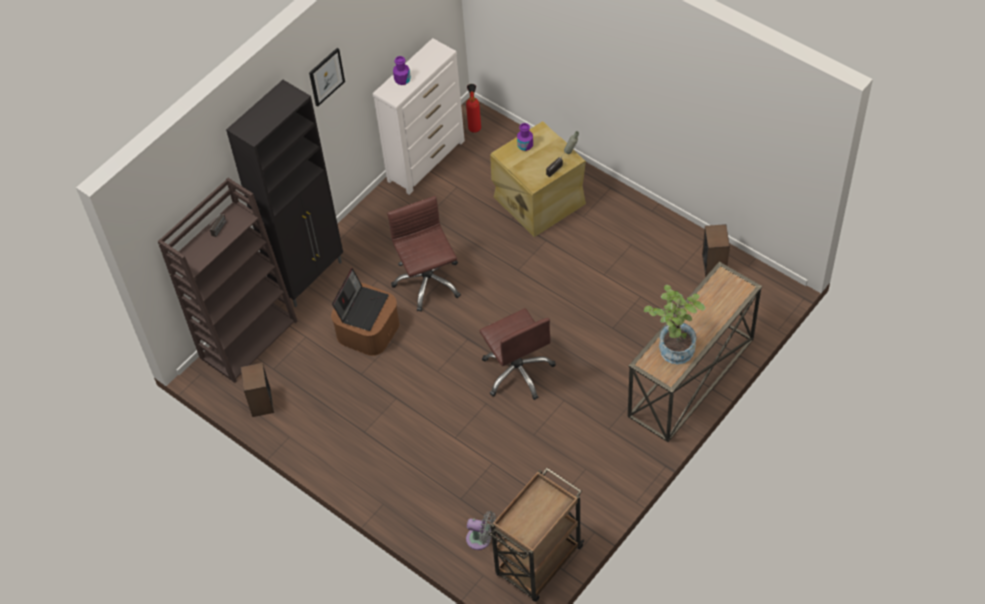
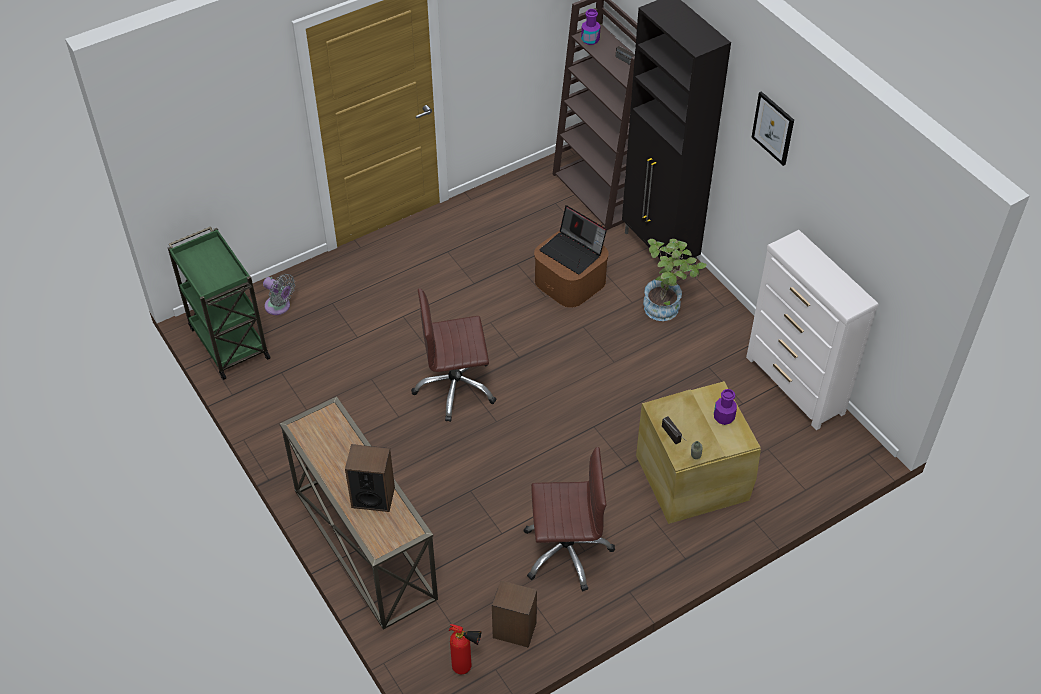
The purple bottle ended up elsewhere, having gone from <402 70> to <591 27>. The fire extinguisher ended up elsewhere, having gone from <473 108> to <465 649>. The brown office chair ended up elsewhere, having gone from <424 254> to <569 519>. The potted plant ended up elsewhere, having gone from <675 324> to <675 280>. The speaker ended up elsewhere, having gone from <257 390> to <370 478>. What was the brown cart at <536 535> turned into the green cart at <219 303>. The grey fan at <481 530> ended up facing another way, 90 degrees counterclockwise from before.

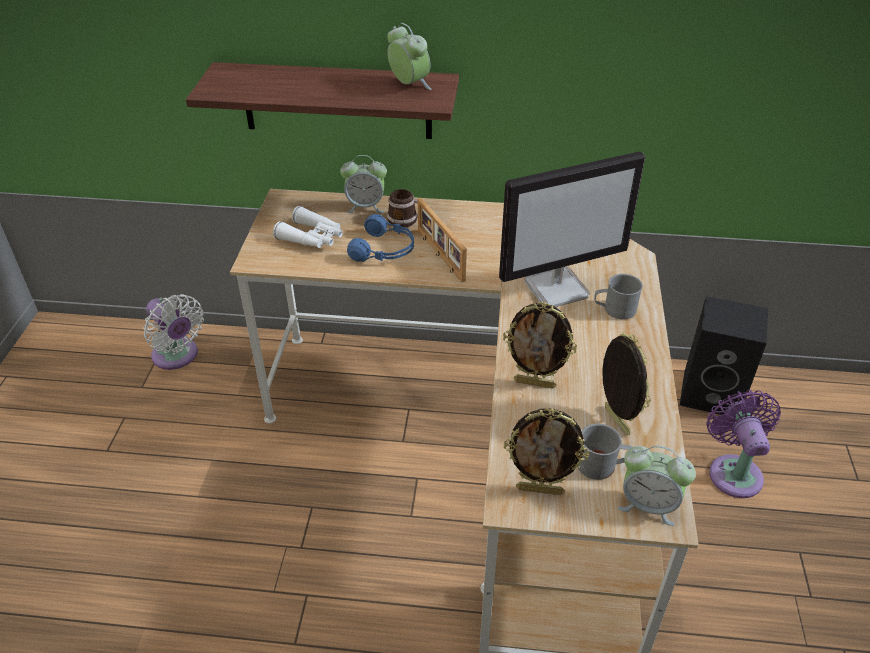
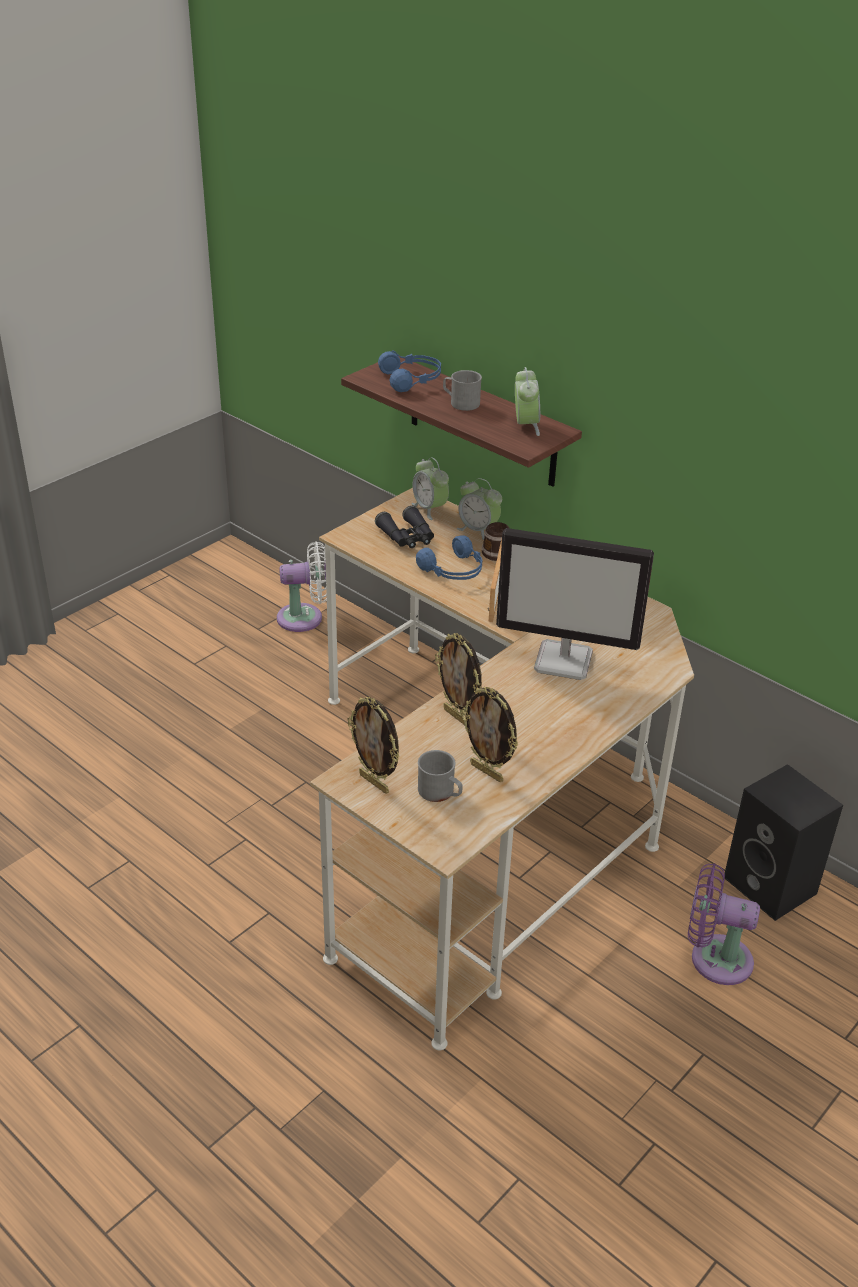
What was the white binoculars at <308 227> turned into the black binoculars at <404 527>. The grey mug ended up elsewhere, having gone from <618 296> to <462 390>. The white fan at <173 332> ended up facing another way, 90 degrees counterclockwise from before. The picture frame at <626 383> ended up facing another way, 120 degrees clockwise from before. The purple fan at <743 444> ended up facing another way, 105 degrees counterclockwise from before. The alarm clock ended up elsewhere, having gone from <656 486> to <430 488>. The second view gained the blue headphones at <409 371>.

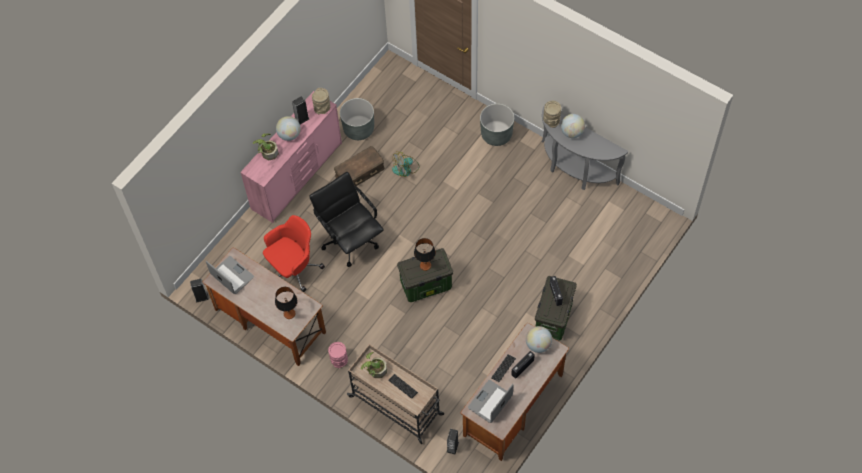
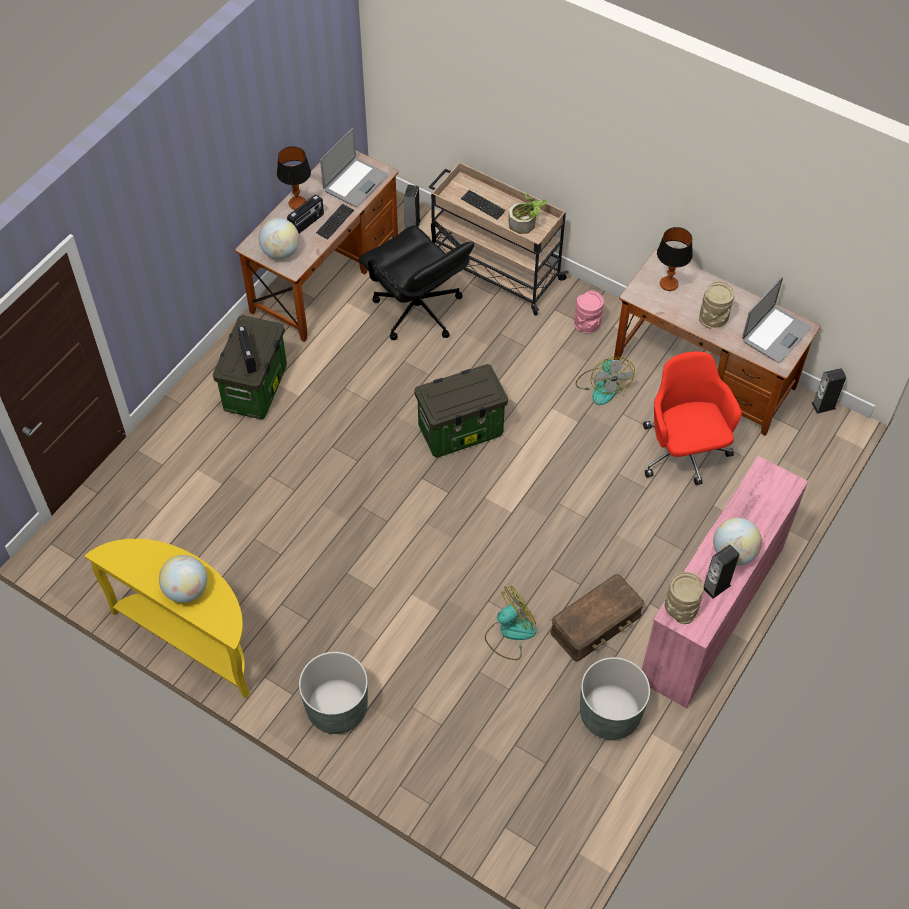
The beige vase ended up elsewhere, having gone from <552 114> to <717 305>. What was the grey console table at <585 147> turned into the yellow console table at <167 619>. The second view lost the potted plant at <266 147>. The black office chair ended up elsewhere, having gone from <346 219> to <416 280>. The red office chair at <294 253> ended up facing another way, 120 degrees clockwise from before. The table lamp ended up elsewhere, having gone from <425 254> to <294 178>. The laptop at <230 275> ended up facing another way, 90 degrees counterclockwise from before. The second view gained the fan at <605 381>.

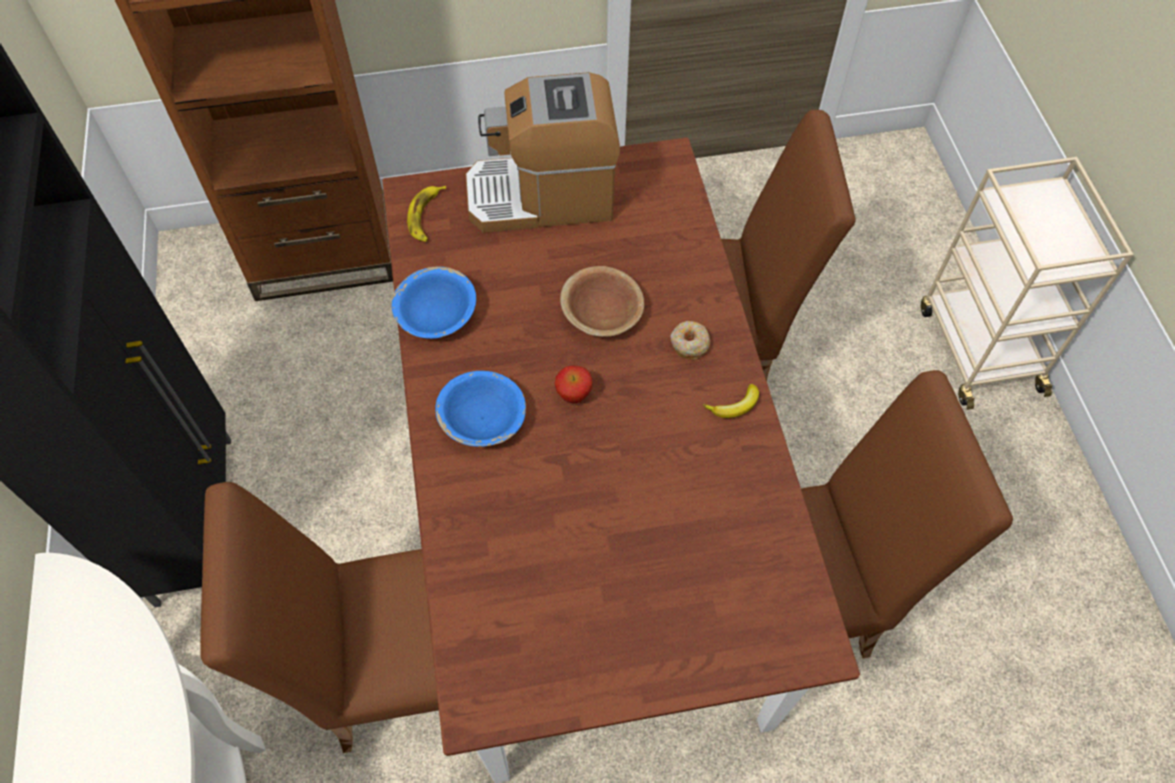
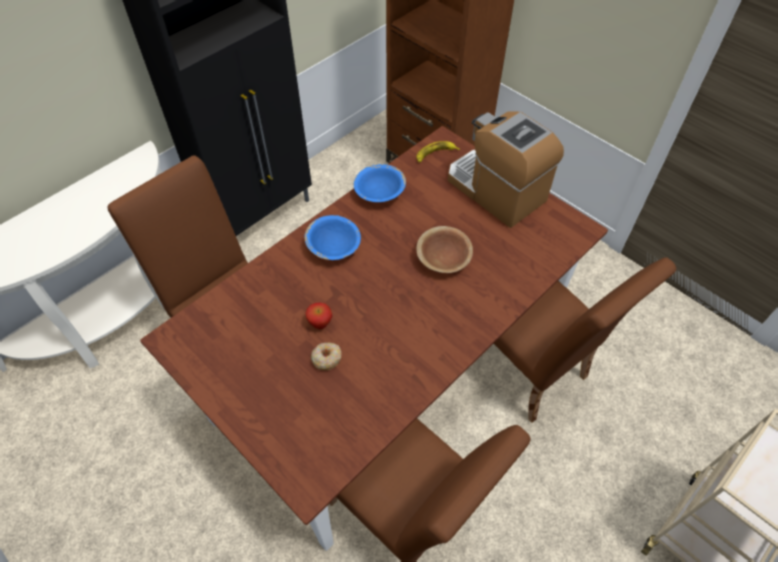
The donut ended up elsewhere, having gone from <691 340> to <326 356>. The apple ended up elsewhere, having gone from <574 384> to <319 316>. The second view lost the banana at <731 401>.

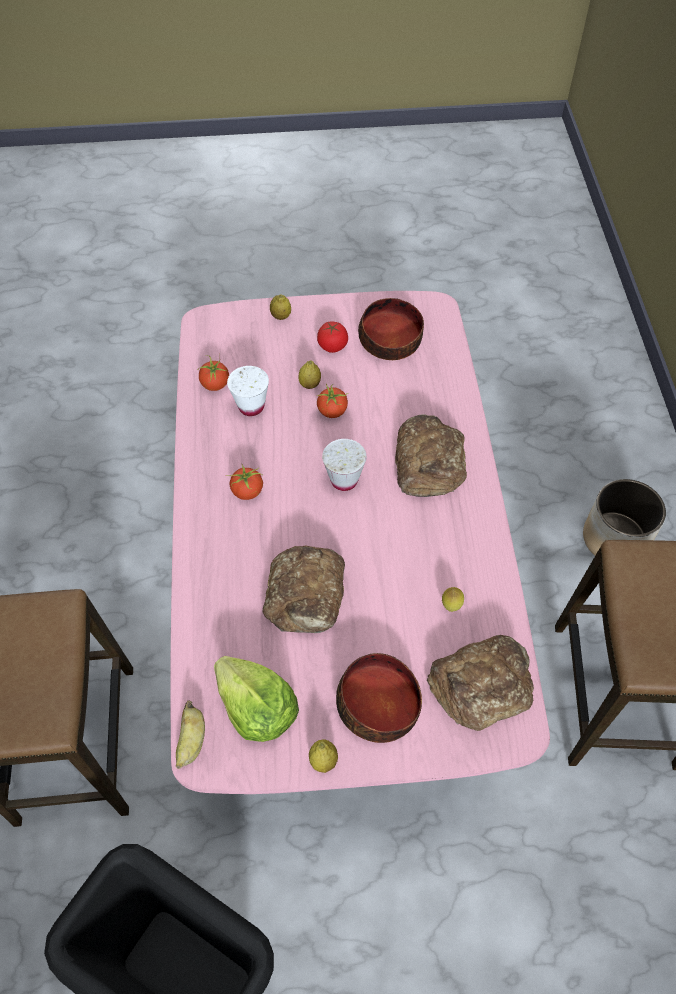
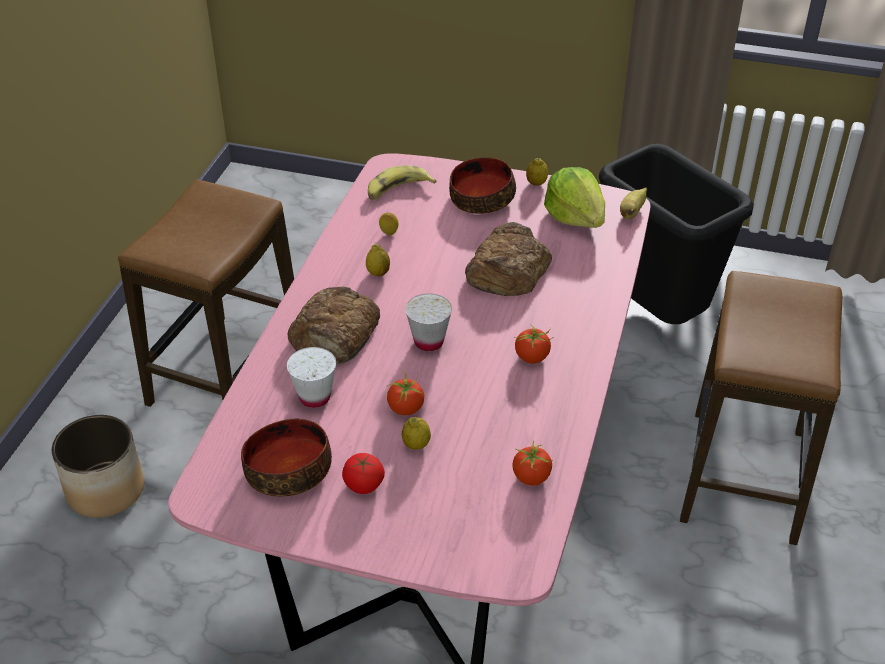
The lemon ended up elsewhere, having gone from <280 307> to <378 260>. The white cup ended up elsewhere, having gone from <248 391> to <311 377>. Where the bread stood at <480 683>, the banana came to stand at <402 182>.

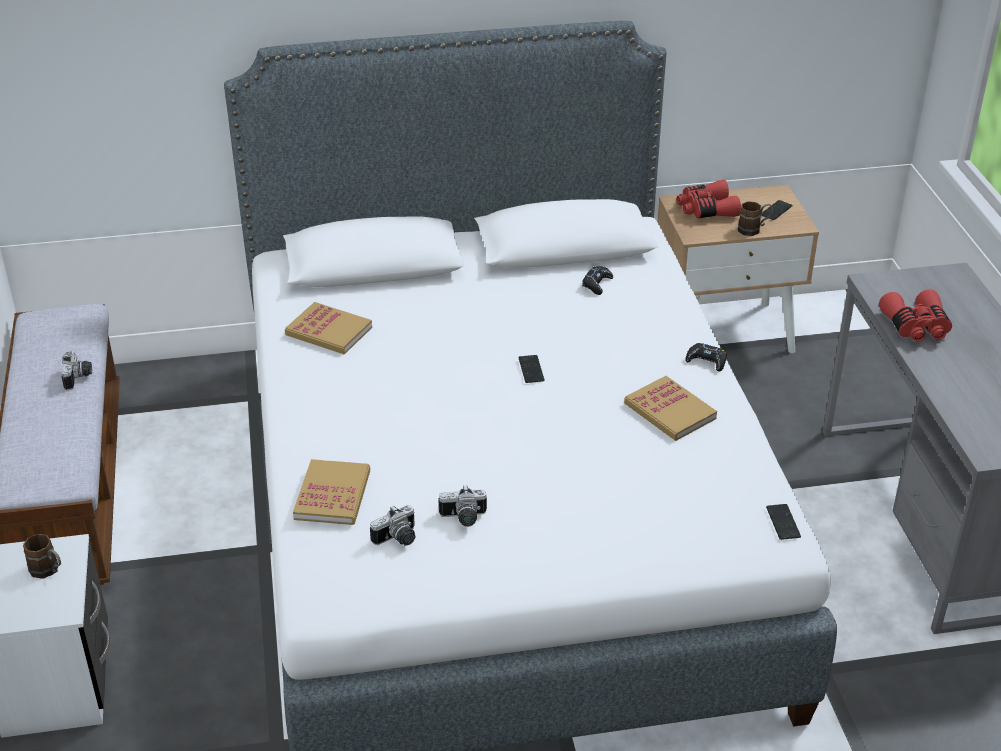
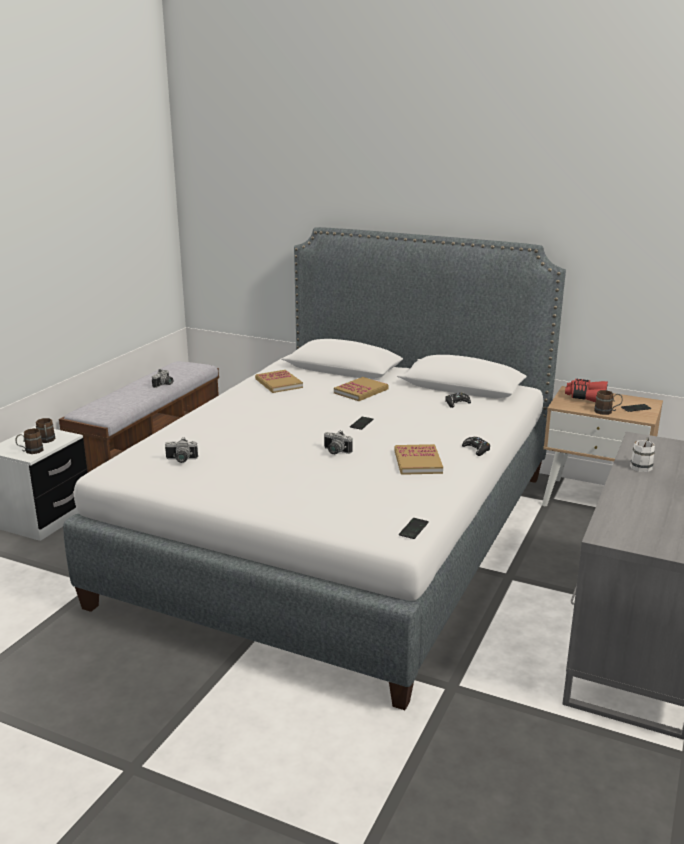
Where the red binoculars stood at <915 315>, the white mug came to stand at <642 454>. The book ended up elsewhere, having gone from <331 492> to <361 389>. The photo camera ended up elsewhere, having gone from <463 506> to <338 442>. The second view gained the brown mug at <29 441>.

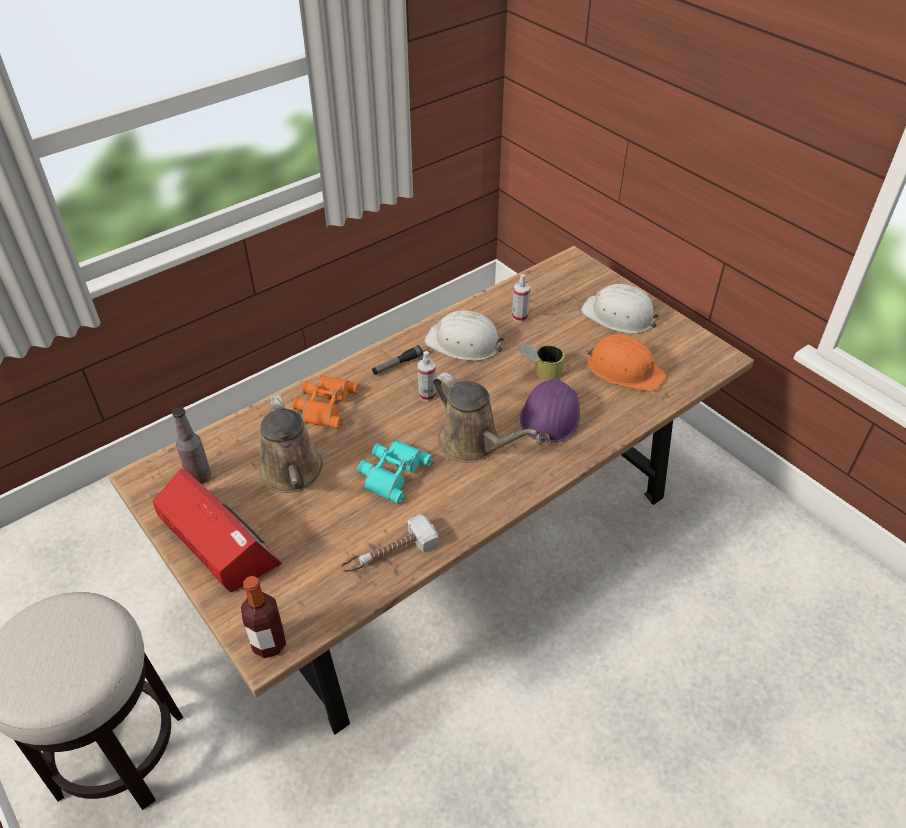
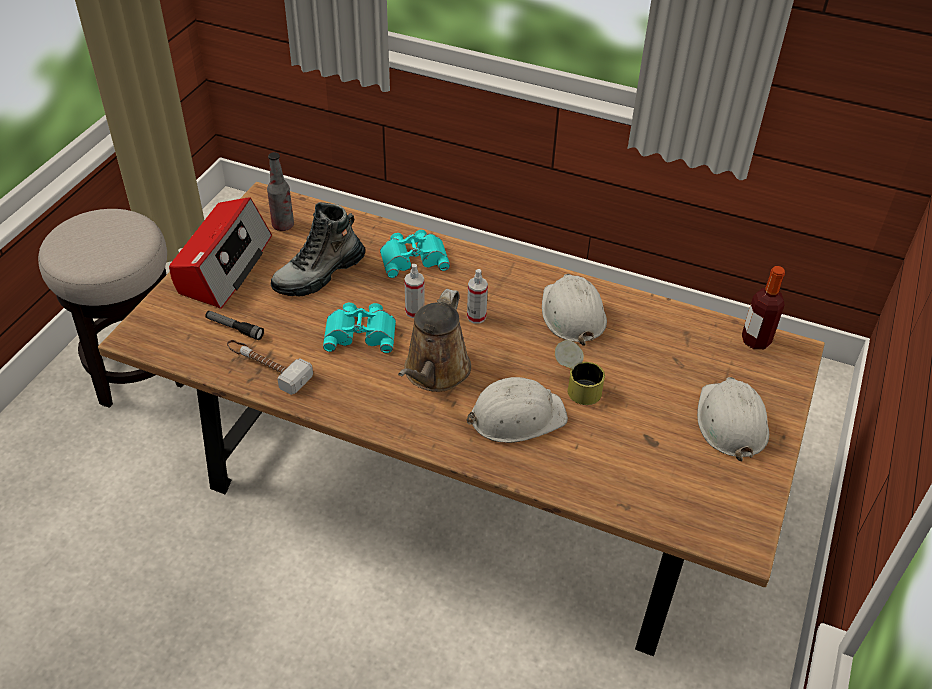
The spray bottle ended up elsewhere, having gone from <521 298> to <414 291>. The second view lost the orange hard hat at <625 363>. The flashlight ended up elsewhere, having gone from <397 360> to <234 325>. What was the orange binoculars at <326 402> turned into the turquoise binoculars at <415 254>. What was the purple hard hat at <550 412> turned into the white hard hat at <517 410>. Where the brown watering can stood at <291 443>, the boot came to stand at <318 249>. The bottle ended up elsewhere, having gone from <263 617> to <763 307>.

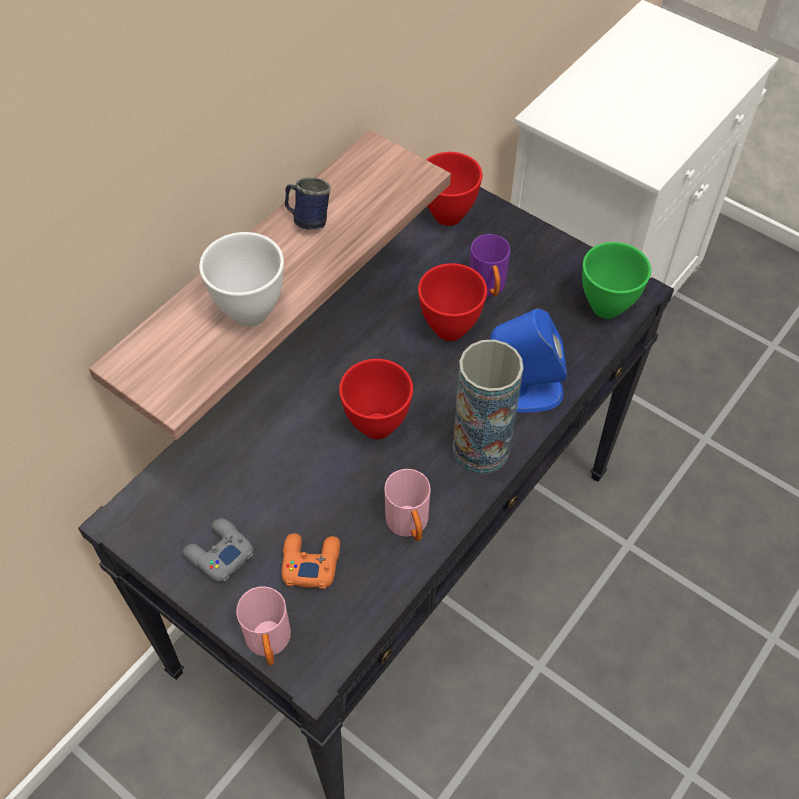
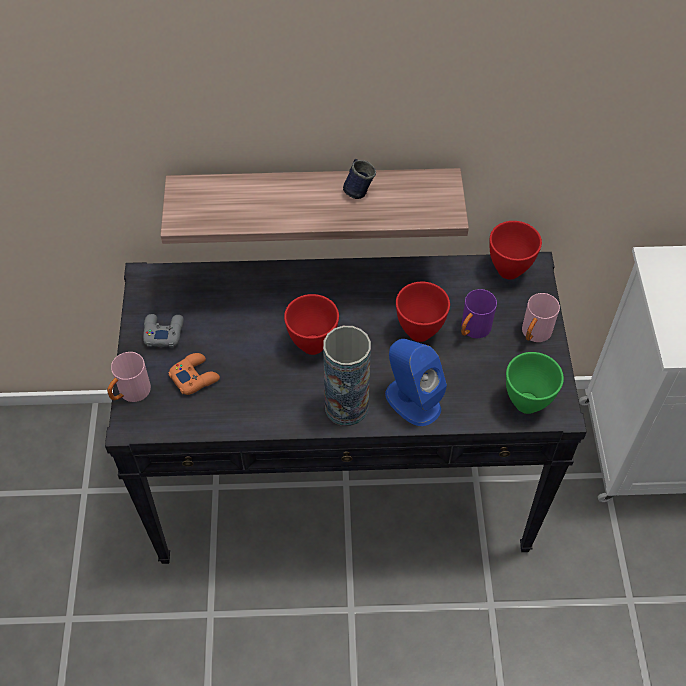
The second view lost the white bowl at <241 279>. The pink mug ended up elsewhere, having gone from <408 505> to <541 317>.

